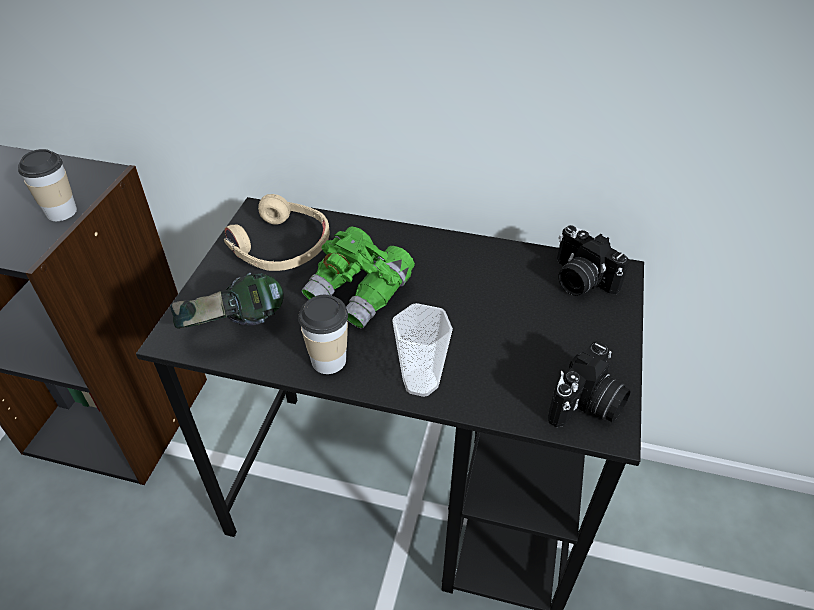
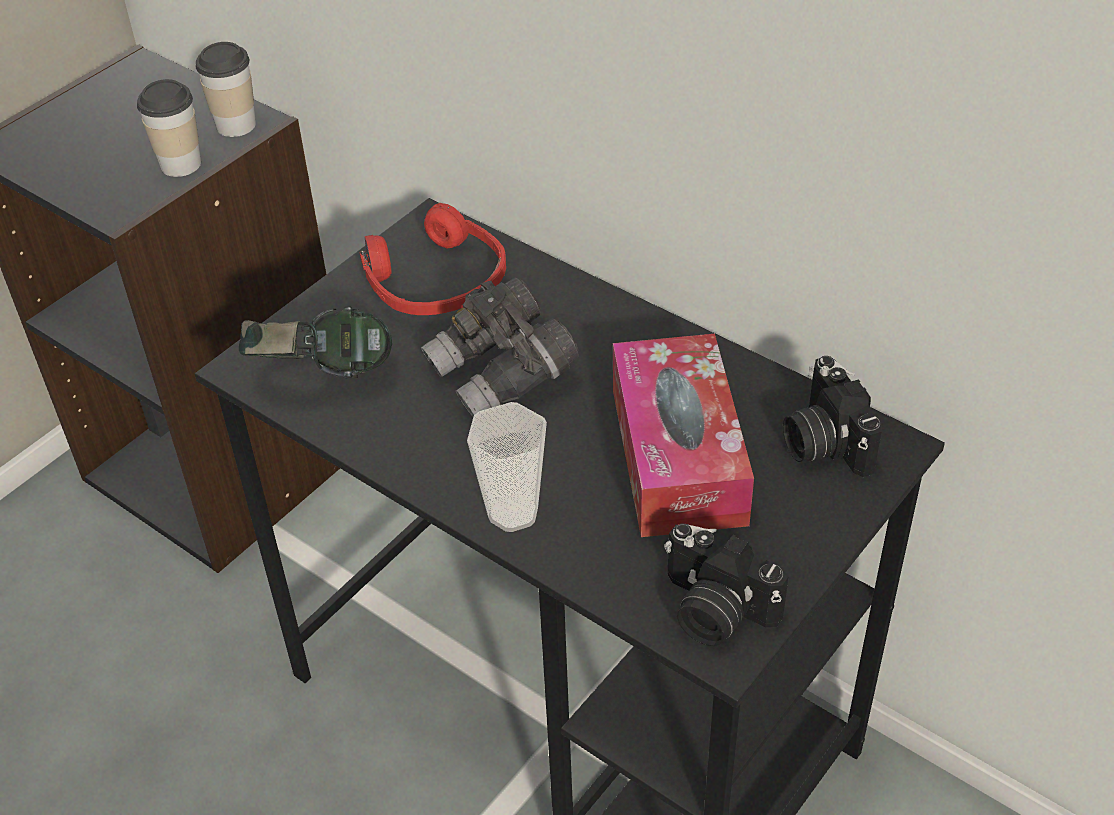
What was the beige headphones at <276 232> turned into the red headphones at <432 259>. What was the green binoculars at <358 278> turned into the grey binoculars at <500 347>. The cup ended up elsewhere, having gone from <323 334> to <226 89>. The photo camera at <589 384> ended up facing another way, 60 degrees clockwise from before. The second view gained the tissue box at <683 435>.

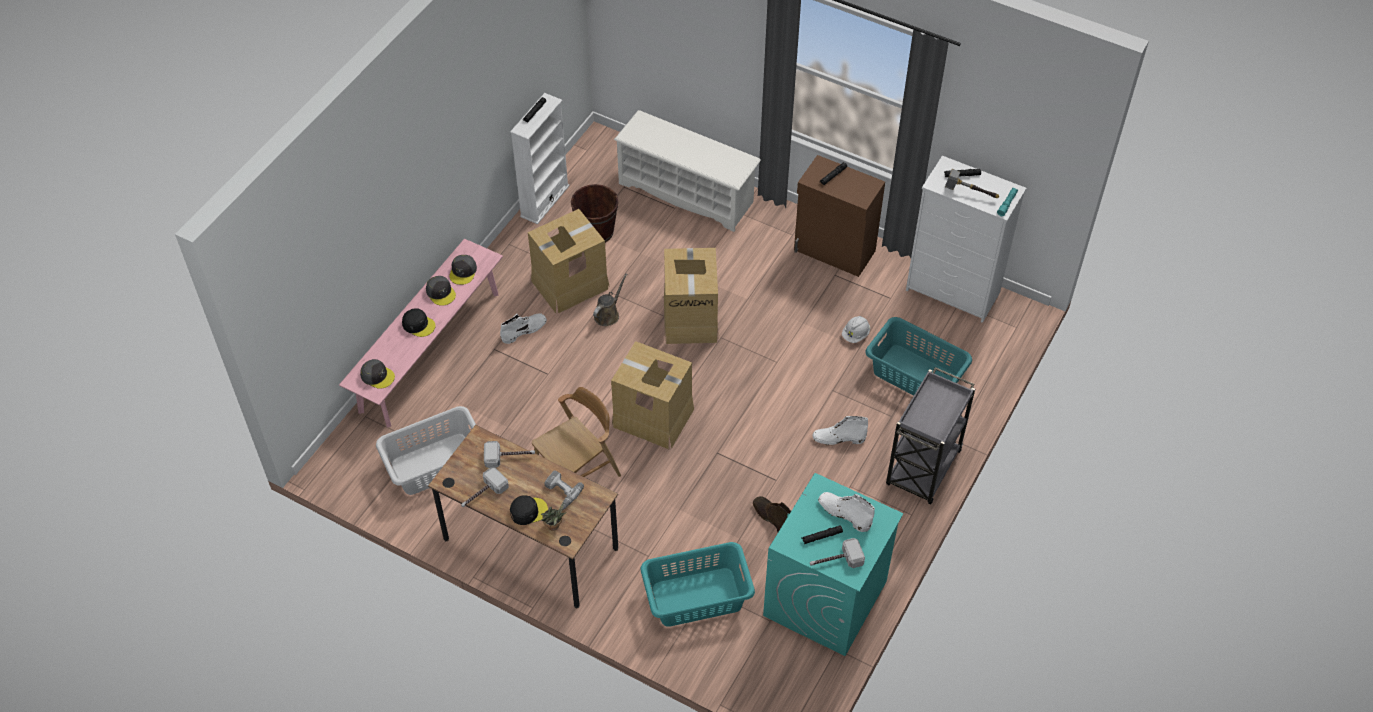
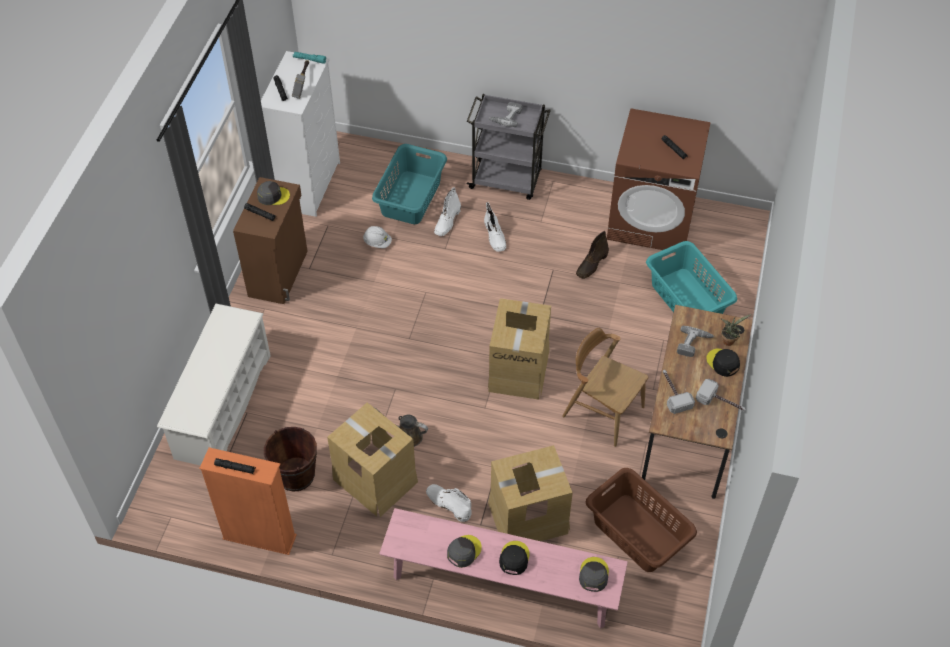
What was the white bookcase at <540 158> turned into the orange bookcase at <248 501>. The cardboard box ended up elsewhere, having gone from <691 296> to <530 493>. The grey cap ended up elsewhere, having gone from <463 270> to <273 193>. What was the grey laundry basket at <426 450> turned into the brown laundry basket at <641 520>. What was the turquoise washing machine at <833 564> turned into the brown washing machine at <659 180>. The white boot ended up elsewhere, having gone from <846 512> to <447 211>. The second view lost the hammer at <837 553>. The second view gained the power drill at <506 114>.

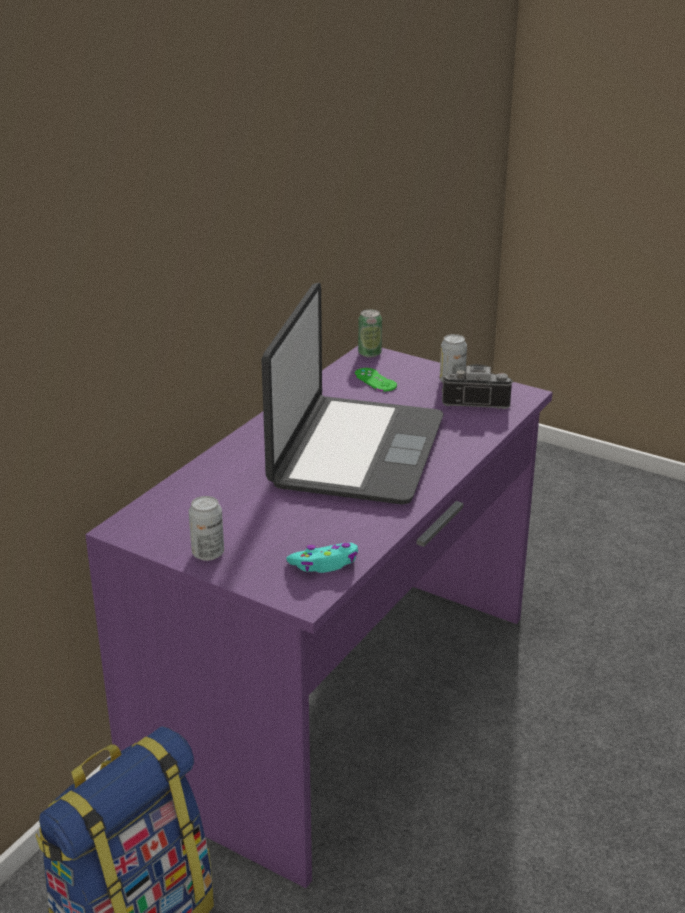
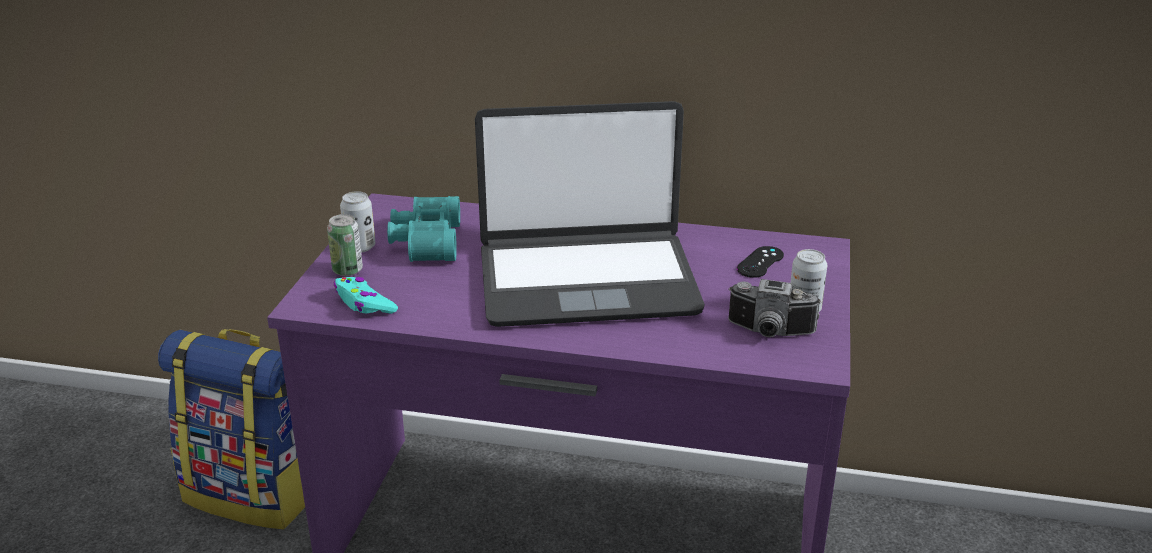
The can ended up elsewhere, having gone from <370 333> to <345 245>. The photo camera at <478 386> ended up facing another way, 120 degrees clockwise from before. What was the green game controller at <375 379> turned into the black game controller at <760 262>. The second view gained the turquoise binoculars at <423 229>.

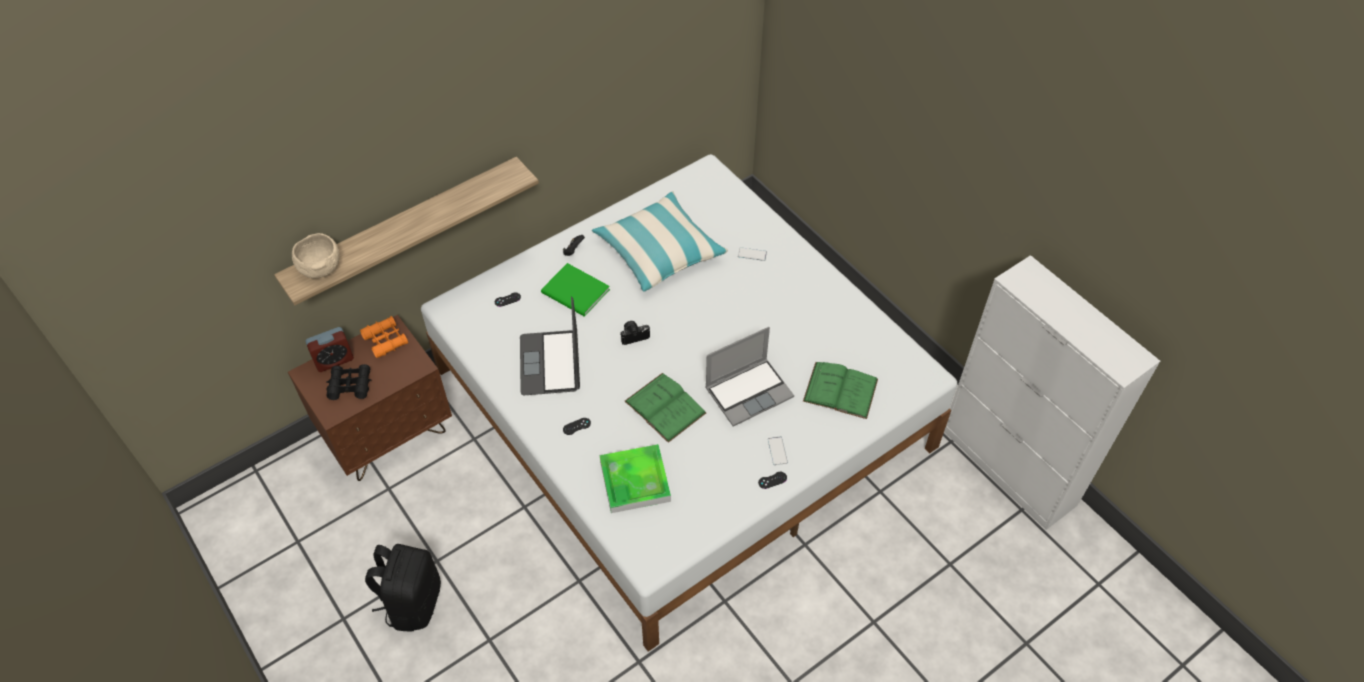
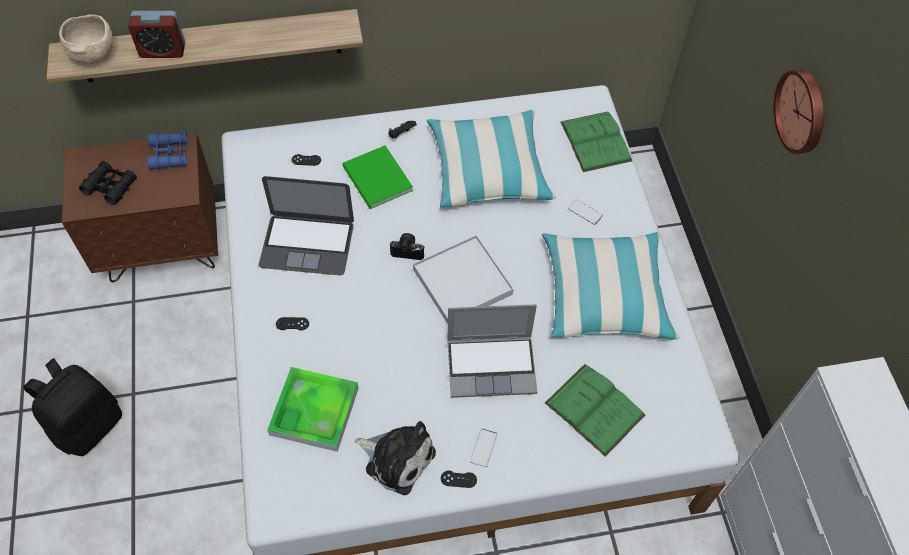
The laptop at <550 346> ended up facing another way, 105 degrees counterclockwise from before. What was the orange binoculars at <384 337> turned into the blue binoculars at <167 151>. The alarm clock ended up elsewhere, having gone from <329 349> to <156 34>. The green book ended up elsewhere, having gone from <665 408> to <596 141>. The second view gained the wall clock at <799 111>. The second view gained the pillow at <610 286>. The second view gained the white tray at <463 279>. The second view gained the plush toy at <395 458>.

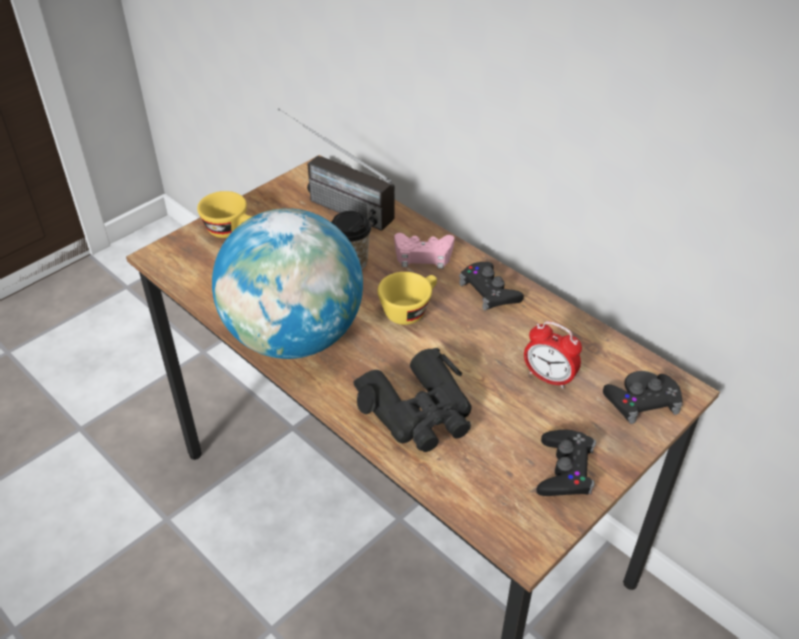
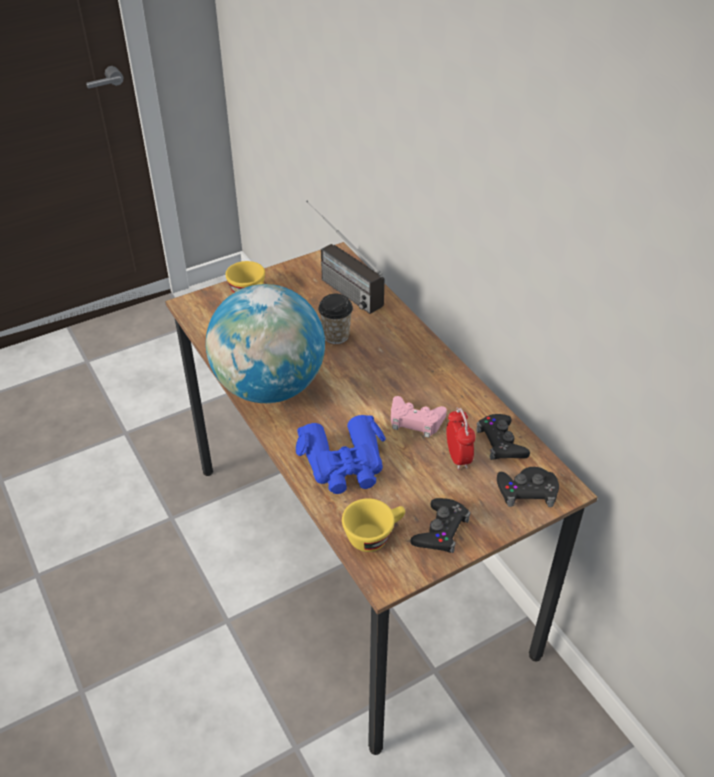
The pink game controller ended up elsewhere, having gone from <424 251> to <419 417>. The black game controller ended up elsewhere, having gone from <491 286> to <503 437>. The yellow cup ended up elsewhere, having gone from <407 298> to <373 525>. The alarm clock at <553 355> ended up facing another way, 150 degrees counterclockwise from before. What was the black binoculars at <412 400> turned into the blue binoculars at <341 454>.

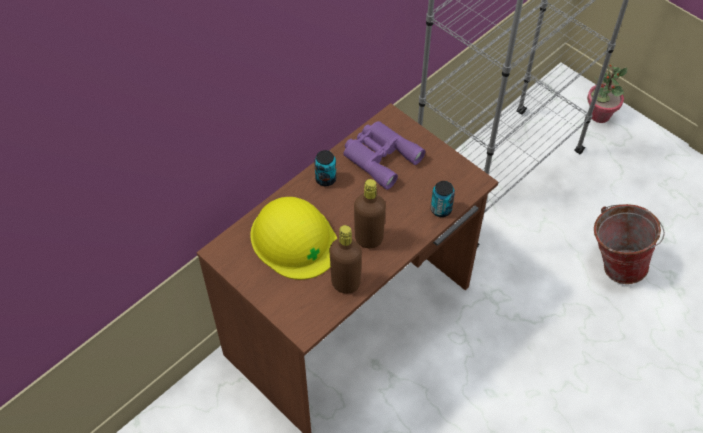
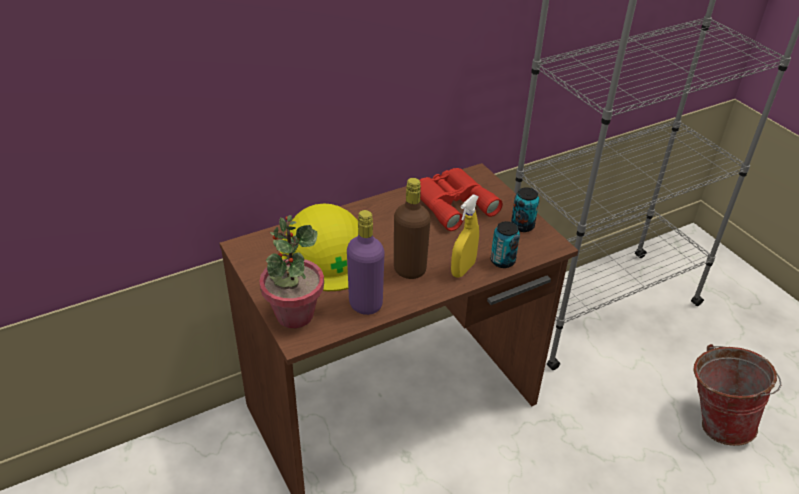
The potted plant ended up elsewhere, having gone from <607 93> to <291 271>. What was the purple binoculars at <384 155> turned into the red binoculars at <461 199>. The can ended up elsewhere, having gone from <325 168> to <525 209>. What was the brown bottle at <345 259> turned into the purple bottle at <365 262>. The second view gained the yellow spray bottle at <465 236>.

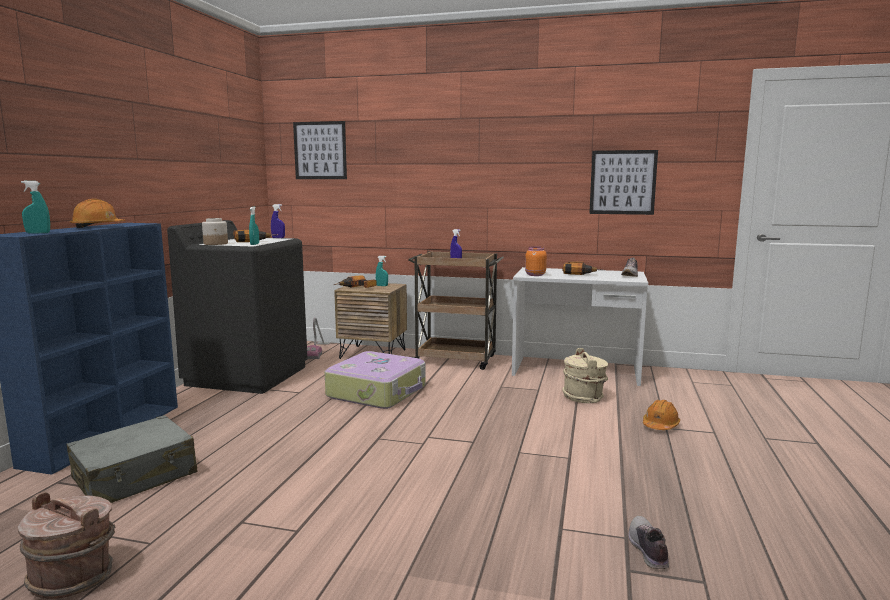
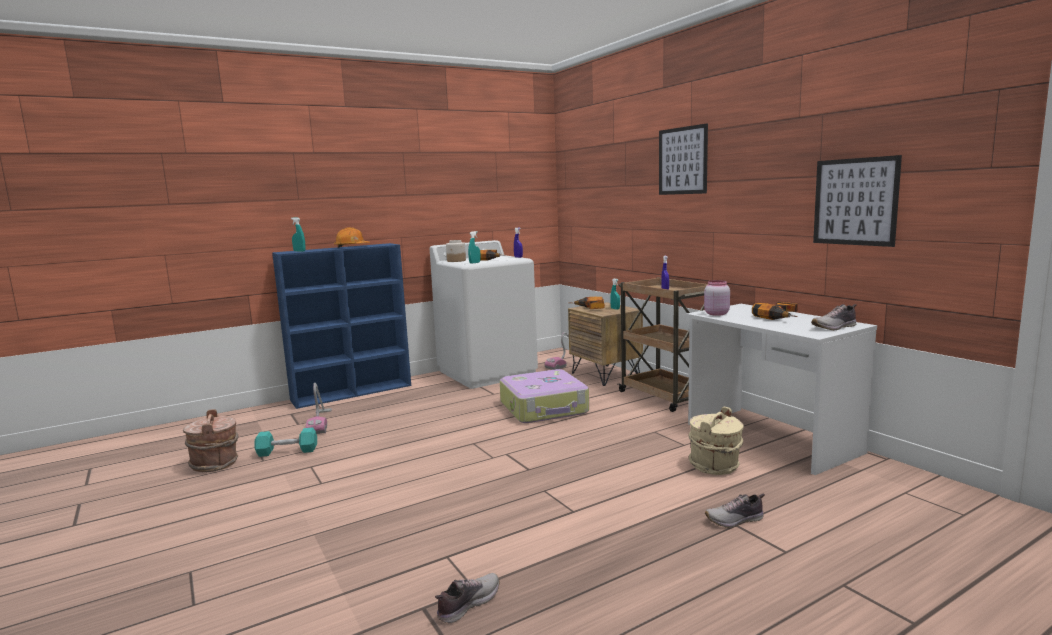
The picture ended up elsewhere, having gone from <320 150> to <683 159>. What was the black washing machine at <237 307> turned into the white washing machine at <484 314>. What was the orange jar at <536 261> turned into the pink jar at <717 298>. Where the orange hard hat stood at <661 415>, the shoe came to stand at <735 510>. Where the grey suitcase stood at <132 459>, the vacuum cleaner came to stand at <319 408>. The second view gained the turquoise dumbbell at <285 442>.

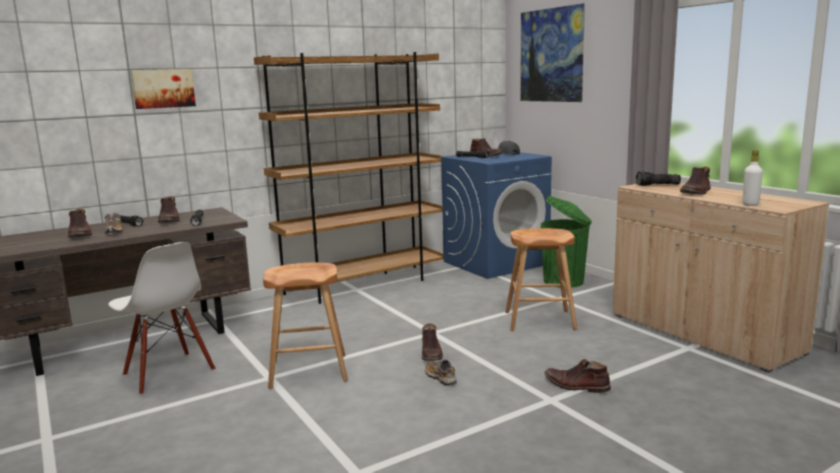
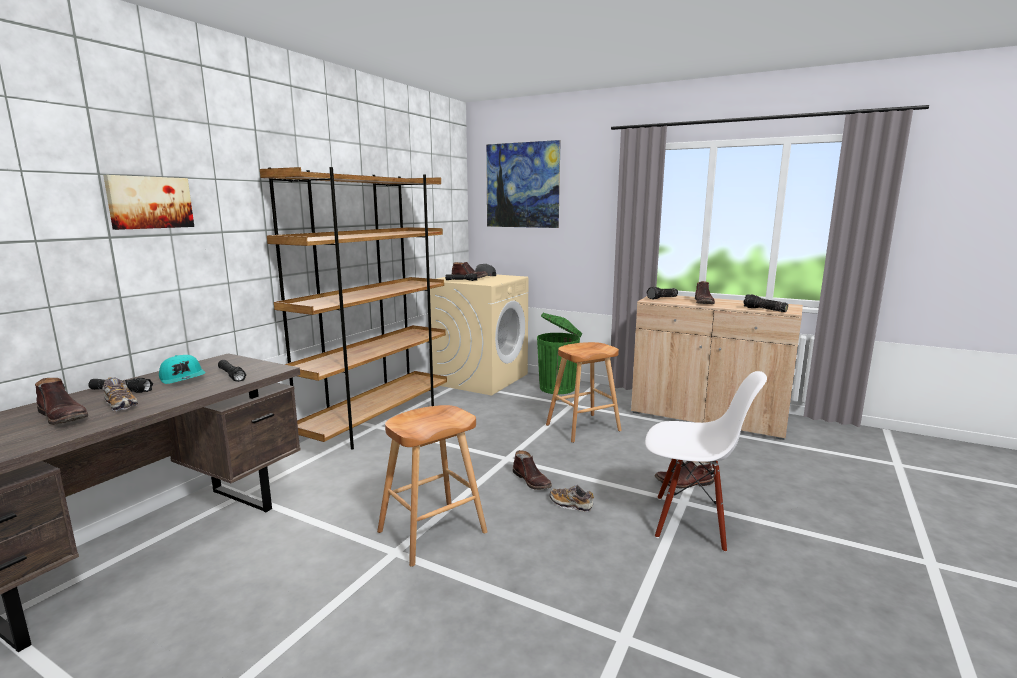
Where the white bottle stood at <752 178>, the flashlight came to stand at <765 303>. What was the blue washing machine at <496 215> turned into the beige washing machine at <479 334>. Where the brown boot stood at <169 209>, the turquoise cap came to stand at <182 369>. The white chair ended up elsewhere, having gone from <161 318> to <706 461>.

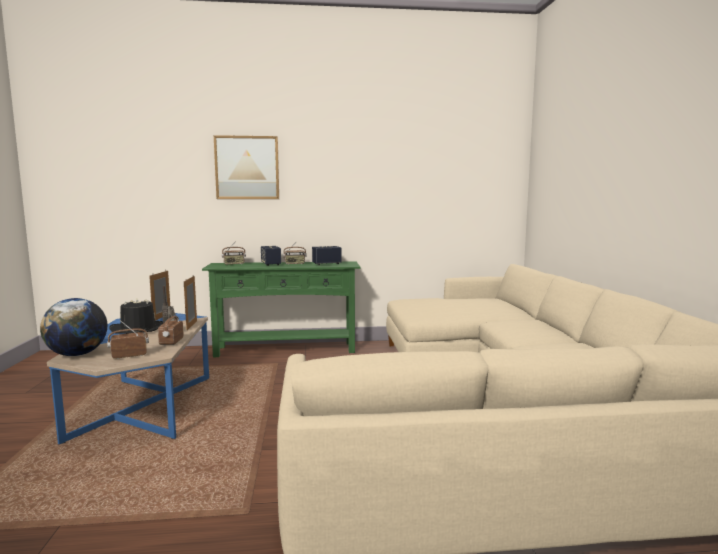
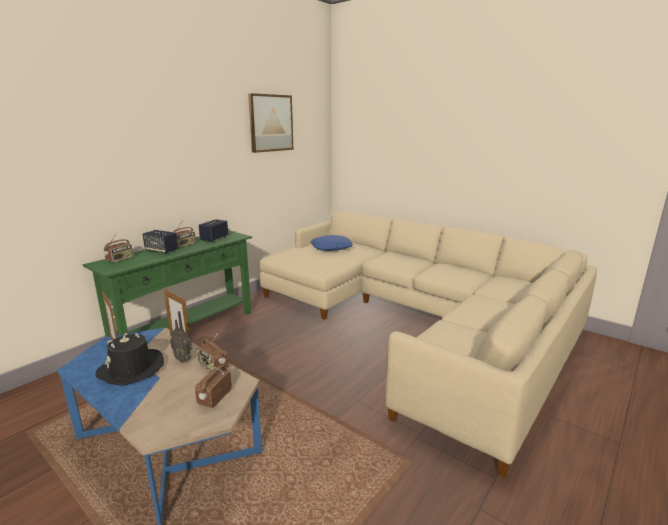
The picture ended up elsewhere, having gone from <246 167> to <271 123>. The second view lost the globe at <74 327>. The second view gained the blue pillow at <332 243>.

